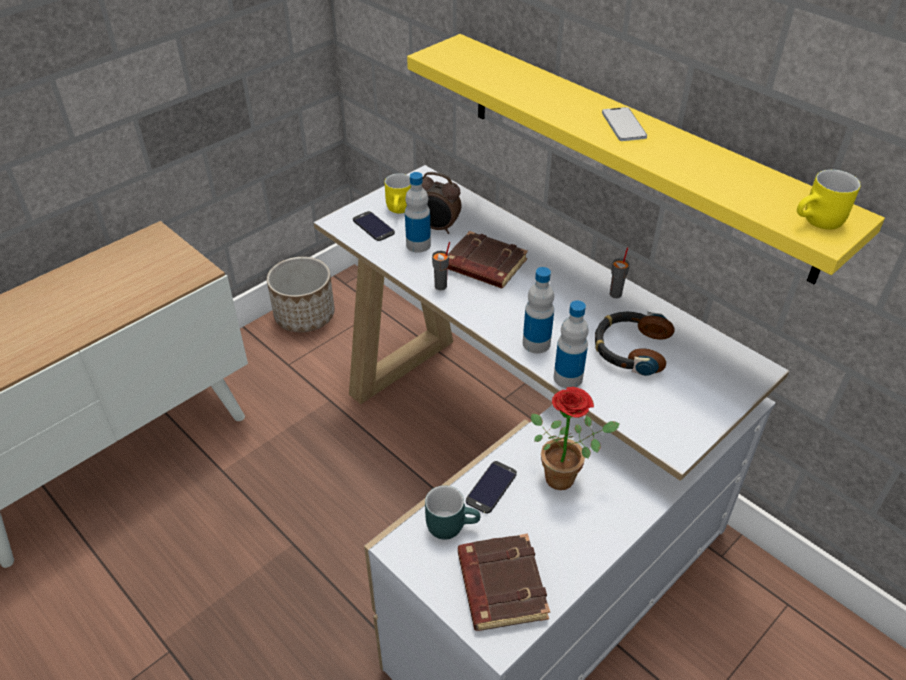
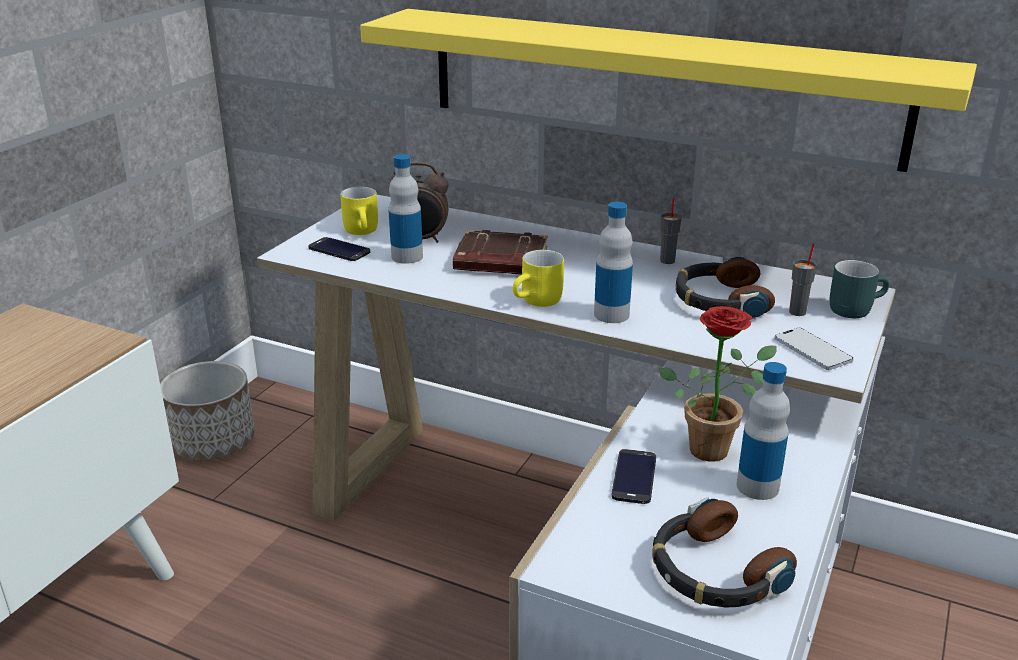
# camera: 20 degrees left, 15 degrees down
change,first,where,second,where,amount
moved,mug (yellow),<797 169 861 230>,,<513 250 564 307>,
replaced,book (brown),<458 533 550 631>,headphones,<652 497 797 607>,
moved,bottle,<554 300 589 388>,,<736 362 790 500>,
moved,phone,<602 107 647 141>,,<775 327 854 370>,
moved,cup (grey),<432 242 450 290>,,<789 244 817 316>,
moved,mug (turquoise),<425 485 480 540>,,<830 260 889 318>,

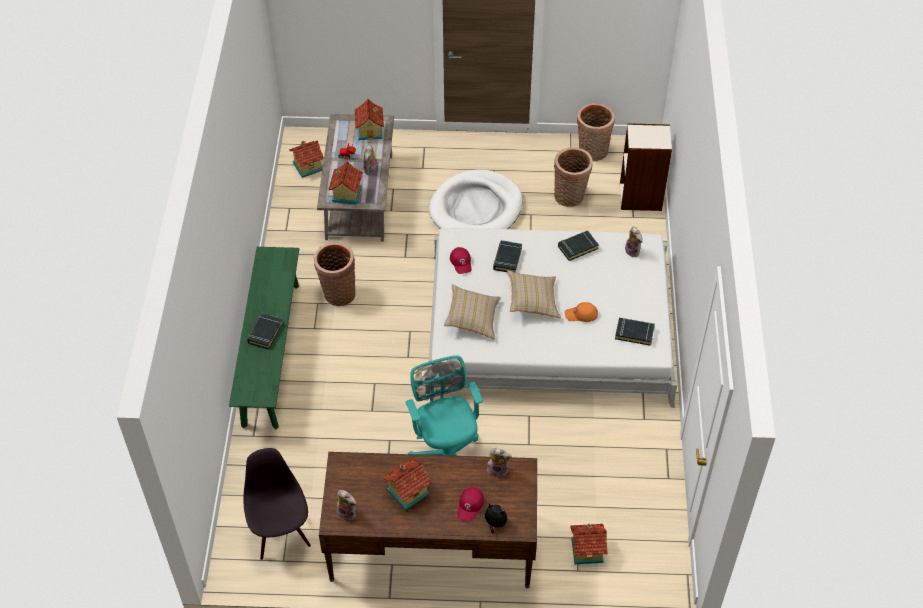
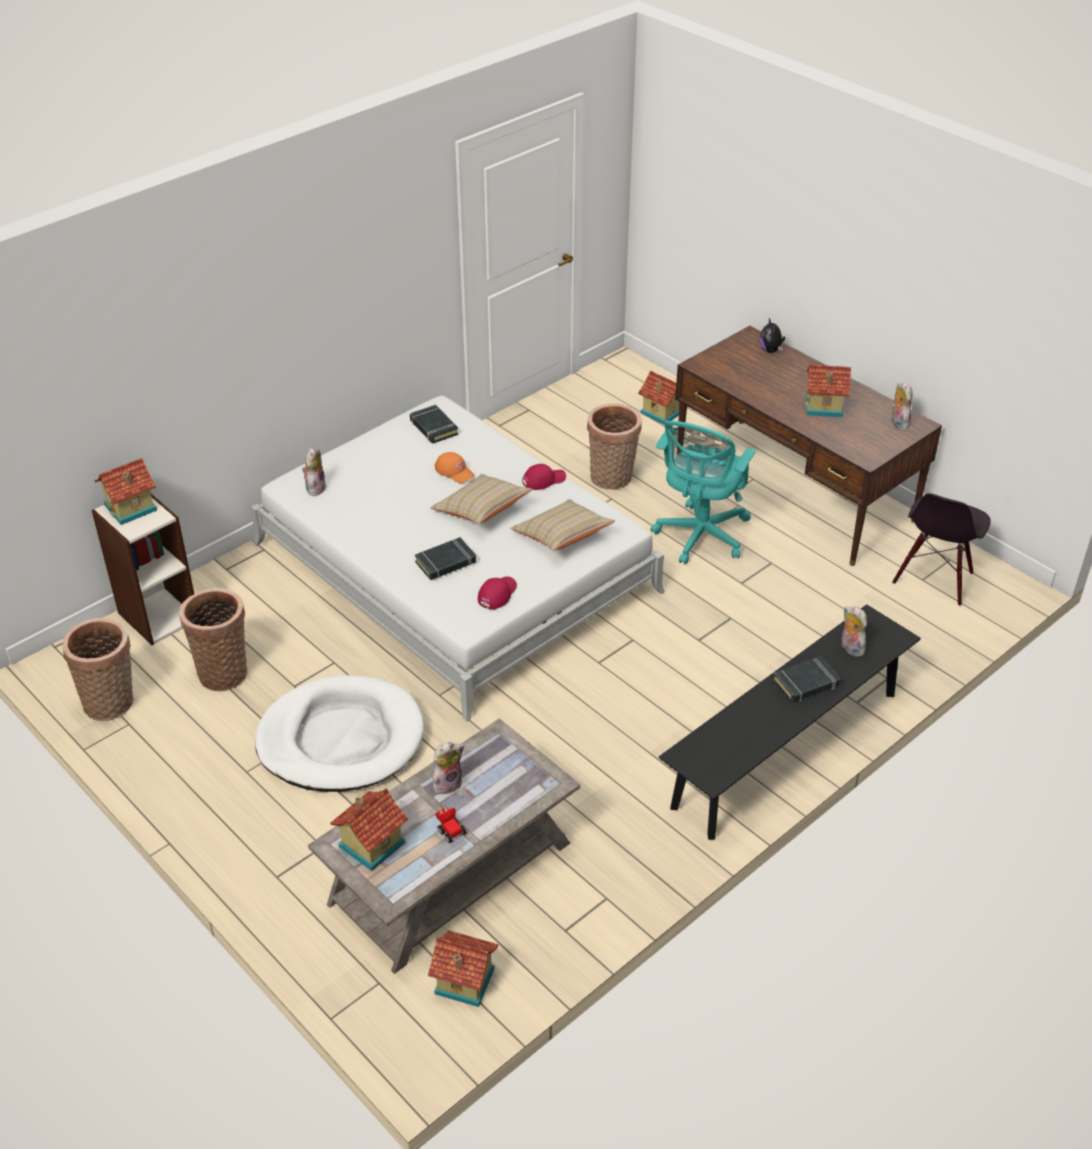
# camera: 135 degrees left, 10 degrees down
change,first,where,second,where,amount
moved,toy house,<328 161 363 205>,,<94 458 157 525>,
moved,cap (red),<457 487 484 522>,,<522 464 566 490>,
moved,basket,<314 242 356 306>,,<587 404 642 490>,
recoloured,bench (green),<229 247 299 429>,bench (black),<659 604 921 840>,
moved,plush toy,<487 448 512 478>,,<841 606 868 657>,
removed,book (black),<558 230 599 261>,,,

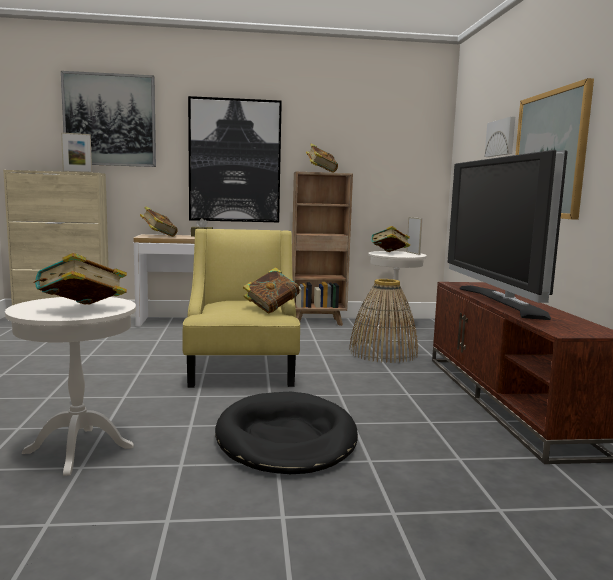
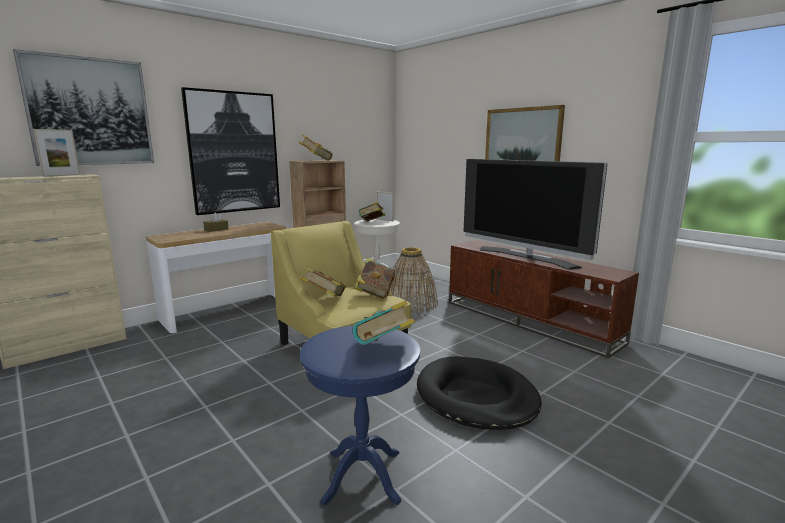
# camera: 35 degrees left, 5 degrees up
change,first,where,second,where,amount
moved,book,<140 206 178 237>,,<300 266 346 296>,
recoloured,side table (white),<5 297 136 476>,side table (blue),<300 325 420 505>,
removed,picture,<485 117 515 157>,,,

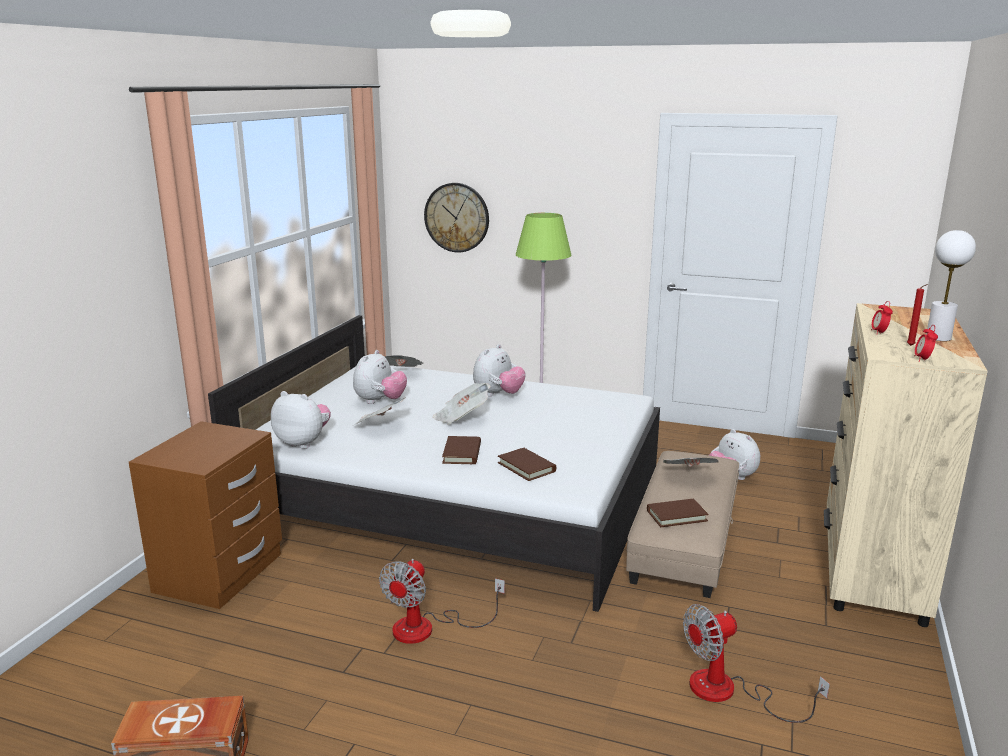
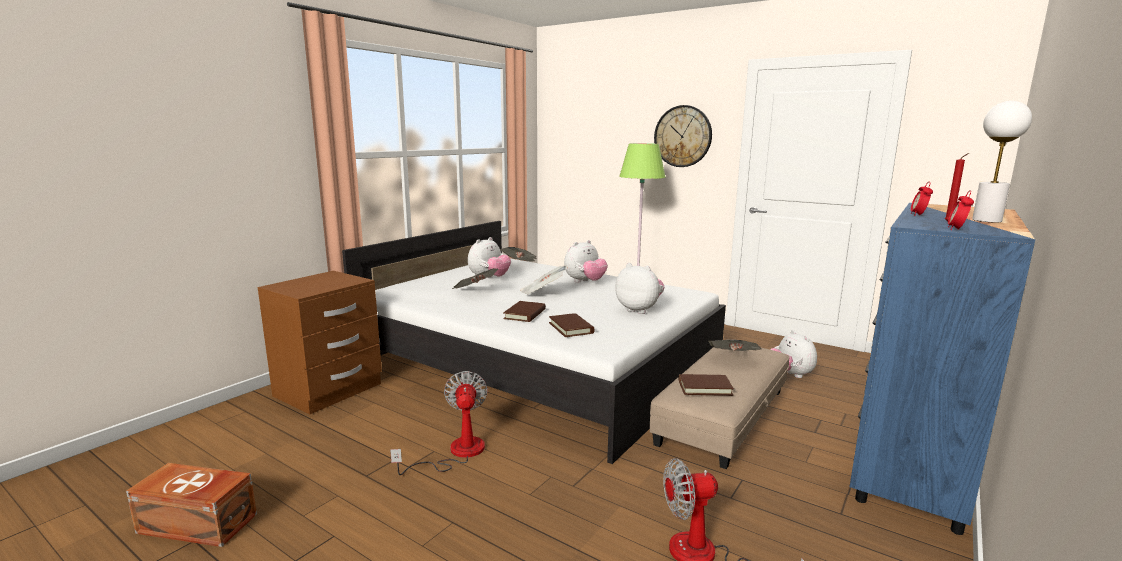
# camera: 15 degrees right, 5 degrees down
change,first,where,second,where,amount
turned,fan,<379 559 505 644>,,<390 371 488 475>,135 degrees clockwise
moved,plush toy,<271 391 331 449>,,<615 263 665 314>,
moved,wall clock,<424 183 489 252>,,<654 105 712 167>,
recoloured,dresser (beige),<824 303 988 627>,dresser (blue),<850 203 1035 535>,

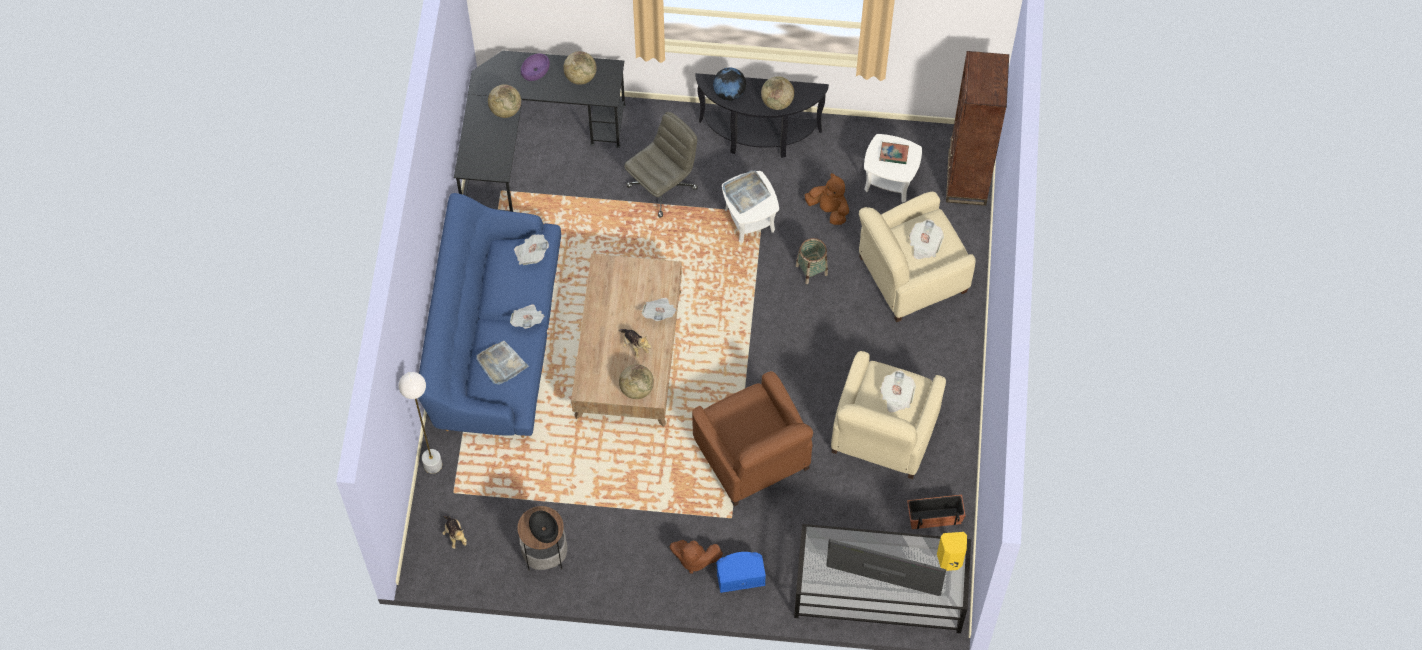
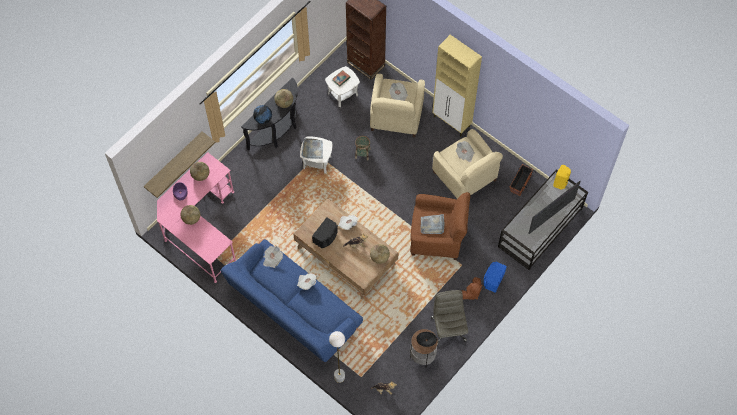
# camera: 55 degrees left, 0 degrees up
change,first,where,second,where,amount
added,,,shelf,<144 131 215 198>,
recoloured,desk (black),<454 51 626 212>,desk (pink),<157 152 236 283>,
added,,,speaker (black),<312 217 338 248>,
moved,tray (grey),<476 340 529 385>,,<421 214 445 234>,
moved,office chair (grey),<624 112 698 218>,,<431 290 468 345>,
added,,,cabinet (beige),<432 35 482 136>,
removed,plush toy (brown),<805 173 849 225>,,,

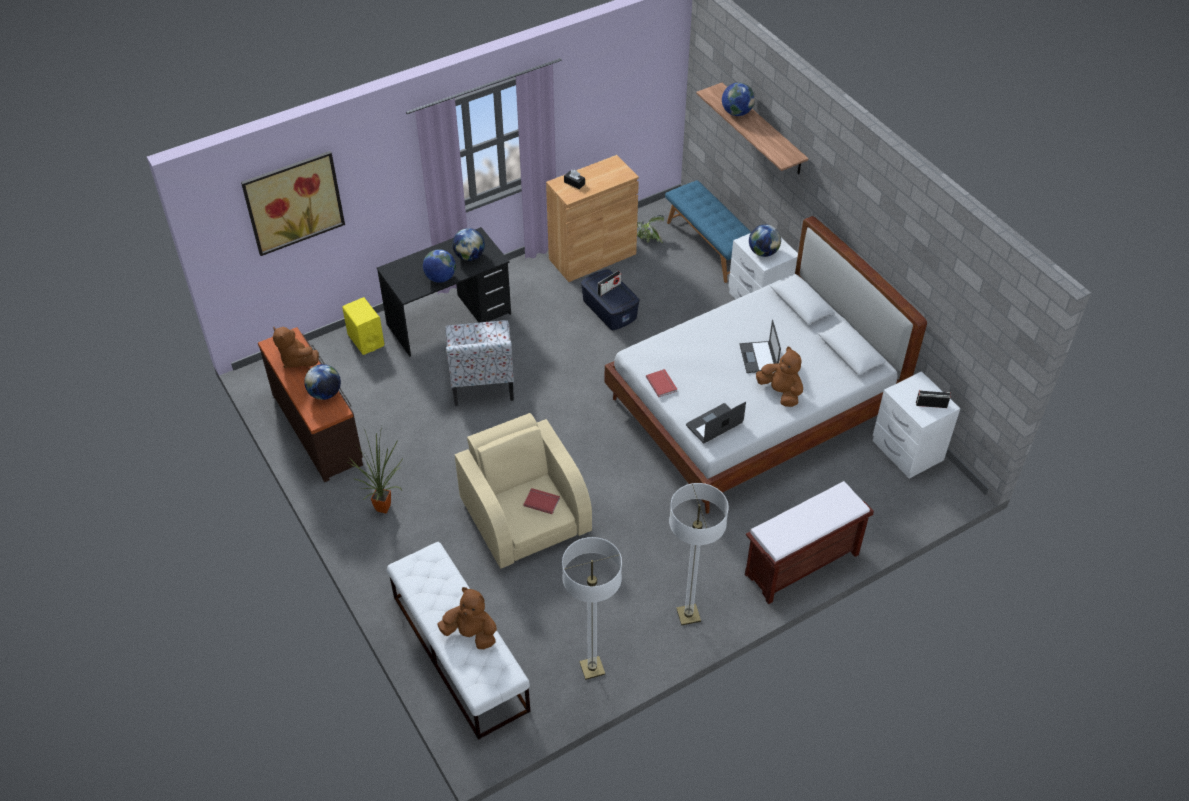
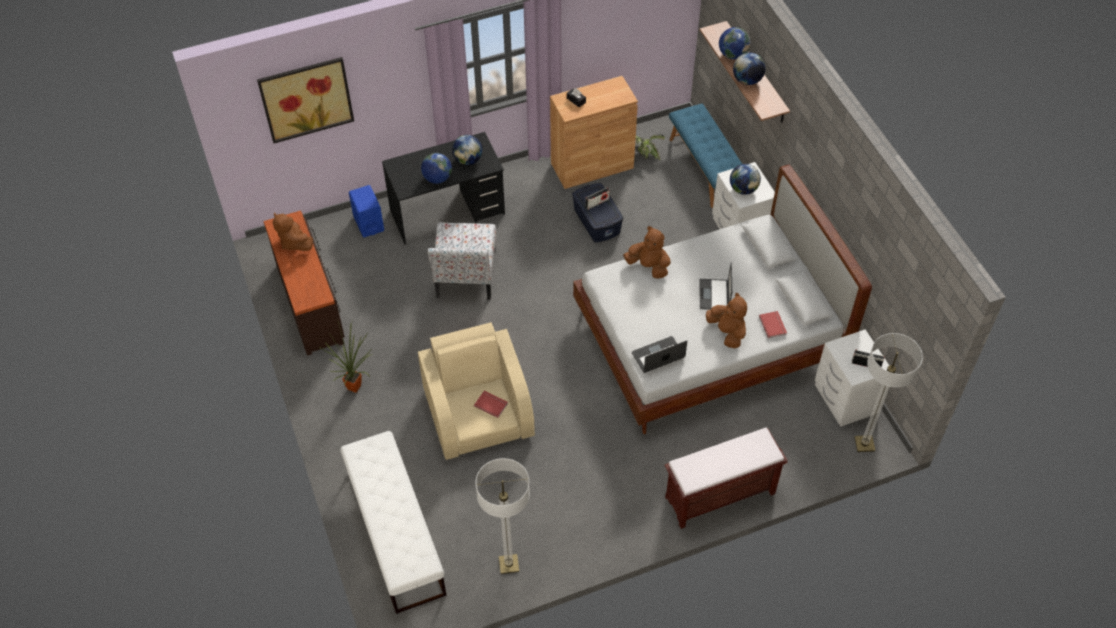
# camera: 10 degrees right, 5 degrees up
change,first,where,second,where,amount
recoloured,speaker (yellow),<342 297 384 355>,speaker (blue),<349 185 384 237>,
moved,plush toy (brown),<437 587 497 649>,,<623 226 671 279>,
moved,globe,<304 364 341 400>,,<733 52 766 85>,
moved,book (red),<646 369 677 397>,,<759 311 787 338>,
moved,floor lamp,<669 483 729 626>,,<854 333 923 452>,

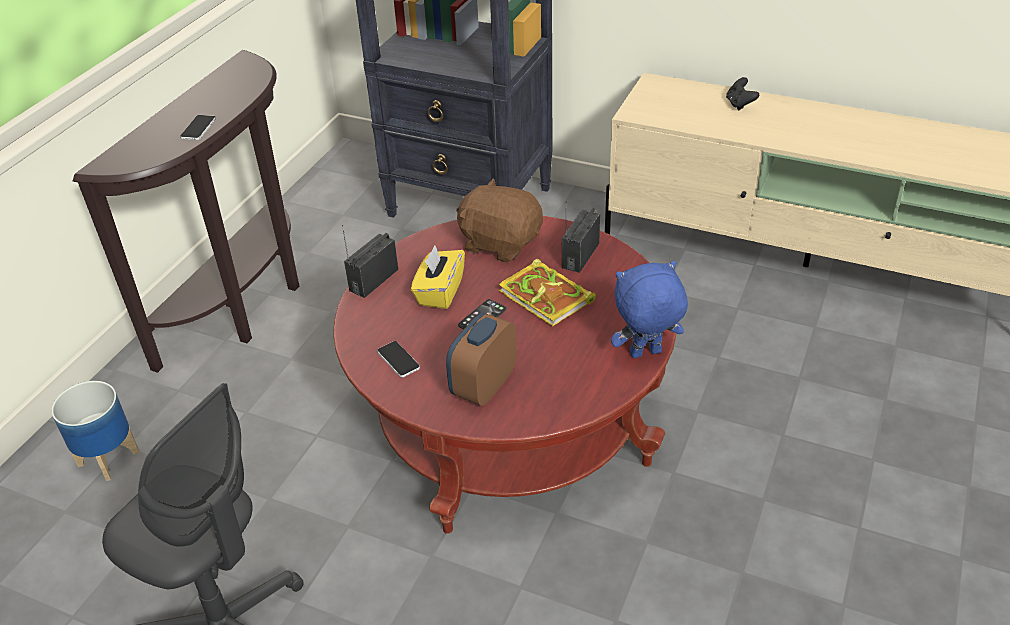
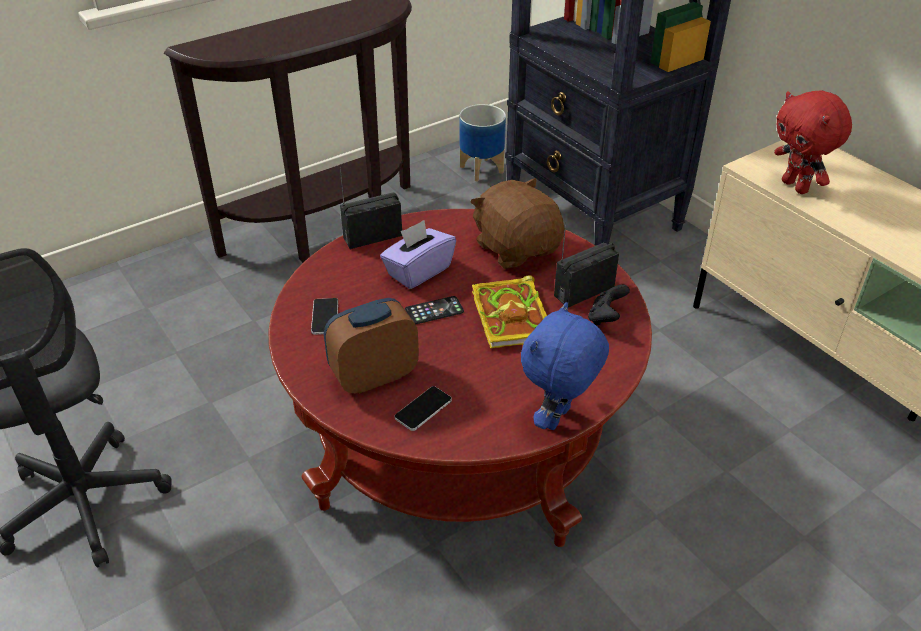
# camera: 30 degrees right, 0 degrees up
change,first,where,second,where,amount
recoloured,tissue box (yellow),<411 246 465 309>,tissue box (purple),<380 220 456 289>,
moved,phone,<180 115 216 140>,,<395 386 452 431>,
moved,planter,<51 381 139 481>,,<460 104 506 182>,
turned,plush toy (blue),<611 261 688 358>,,<521 302 609 430>,75 degrees counterclockwise
moved,game controller (black),<726 77 759 110>,,<588 285 630 325>,
added,,,plush toy (red),<774 90 852 194>,

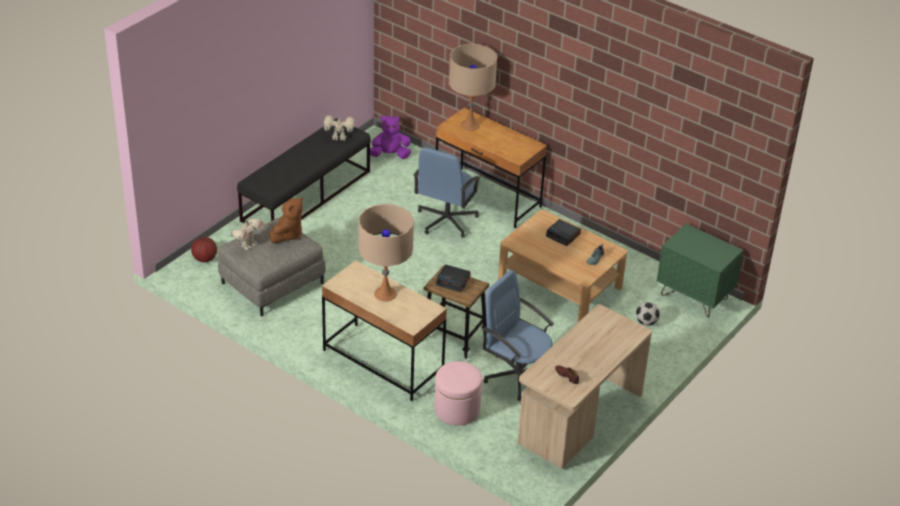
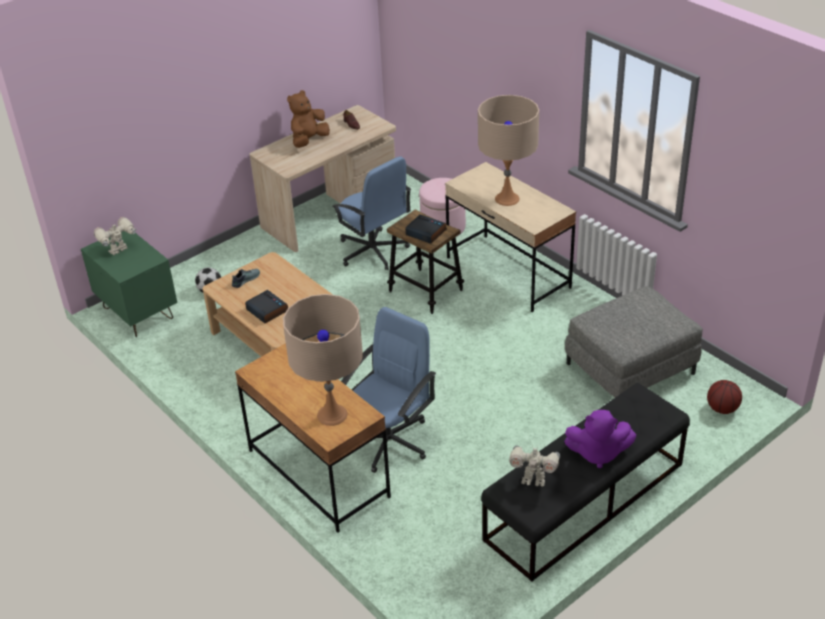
# camera: 165 degrees left, 0 degrees up
change,first,where,second,where,amount
moved,toy robot,<230 218 264 250>,,<94 217 136 255>,
moved,plush toy (brown),<269 197 303 243>,,<287 90 330 148>,
moved,plush toy (purple),<370 115 411 159>,,<564 410 636 468>,

